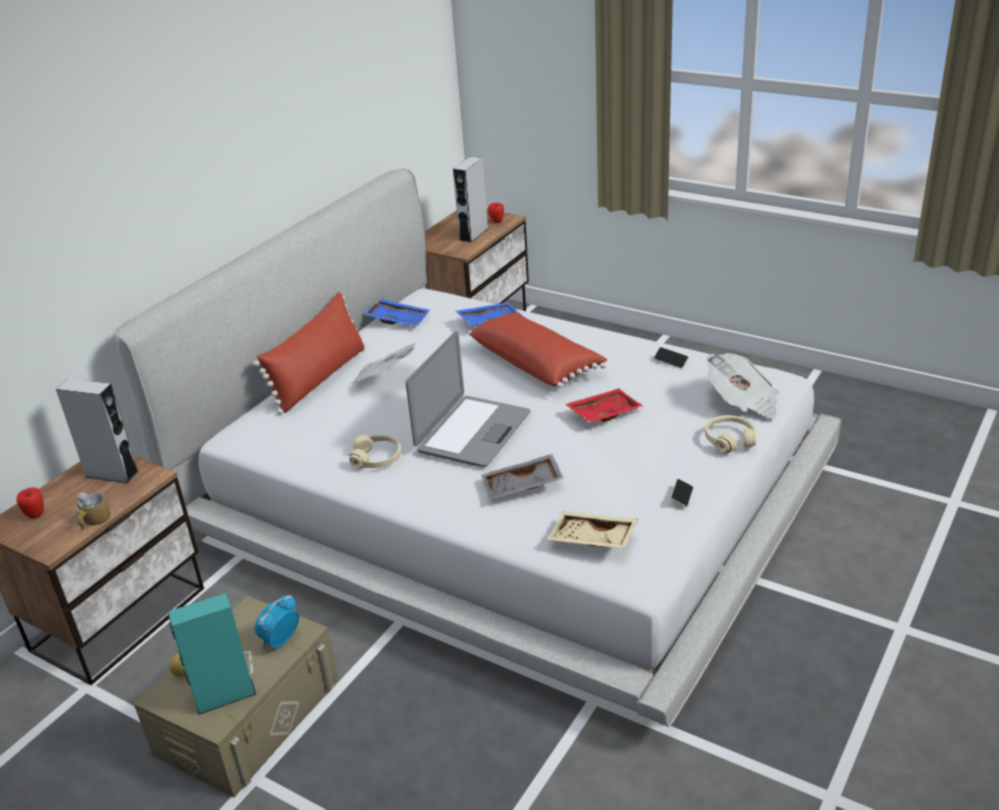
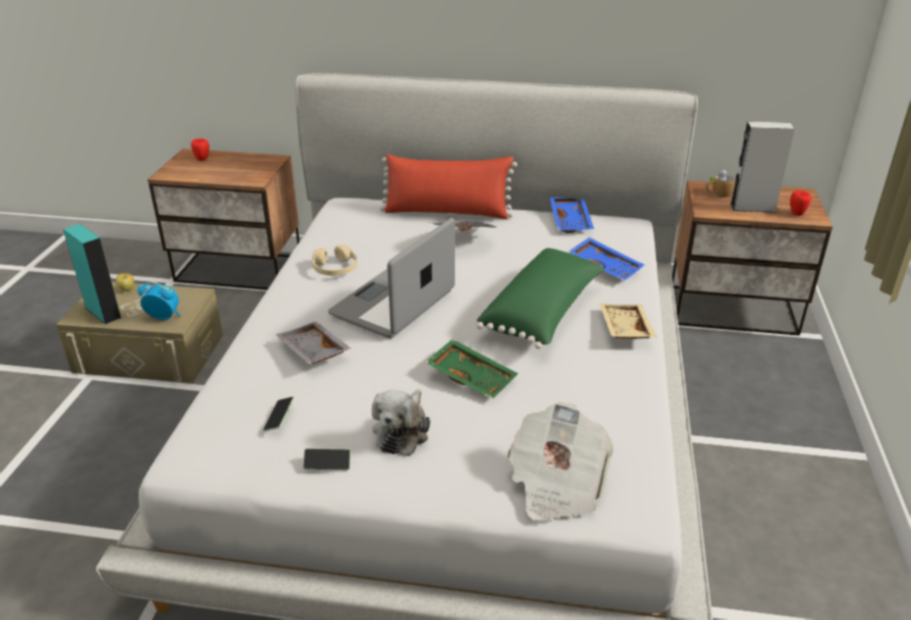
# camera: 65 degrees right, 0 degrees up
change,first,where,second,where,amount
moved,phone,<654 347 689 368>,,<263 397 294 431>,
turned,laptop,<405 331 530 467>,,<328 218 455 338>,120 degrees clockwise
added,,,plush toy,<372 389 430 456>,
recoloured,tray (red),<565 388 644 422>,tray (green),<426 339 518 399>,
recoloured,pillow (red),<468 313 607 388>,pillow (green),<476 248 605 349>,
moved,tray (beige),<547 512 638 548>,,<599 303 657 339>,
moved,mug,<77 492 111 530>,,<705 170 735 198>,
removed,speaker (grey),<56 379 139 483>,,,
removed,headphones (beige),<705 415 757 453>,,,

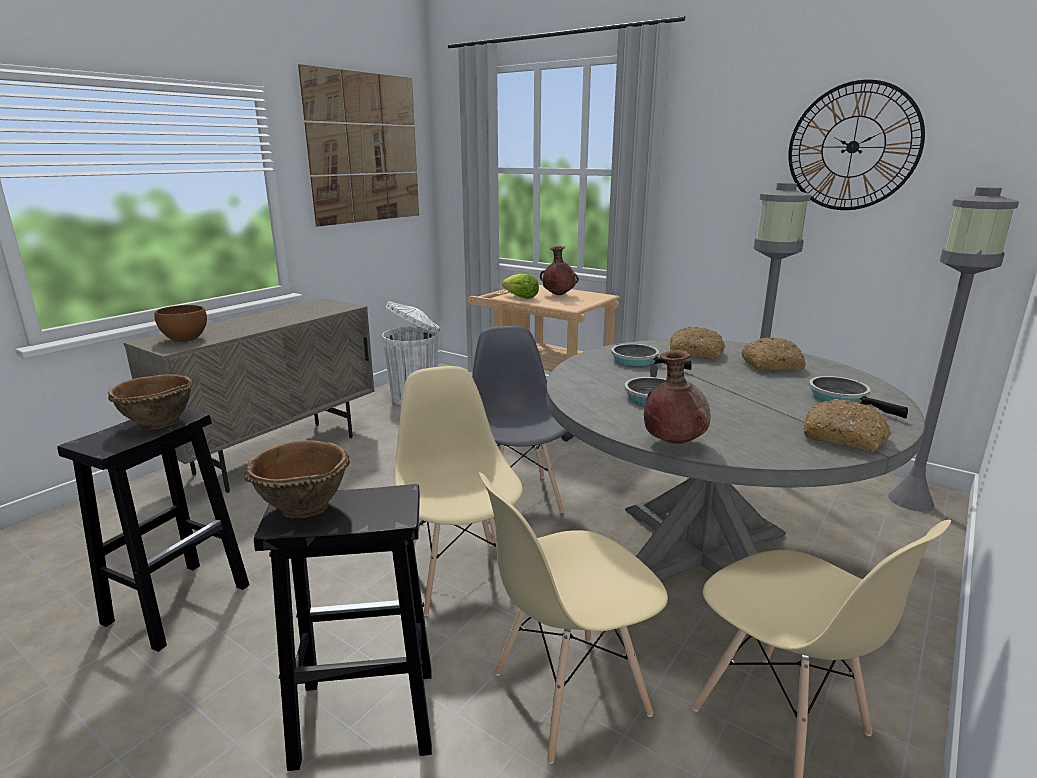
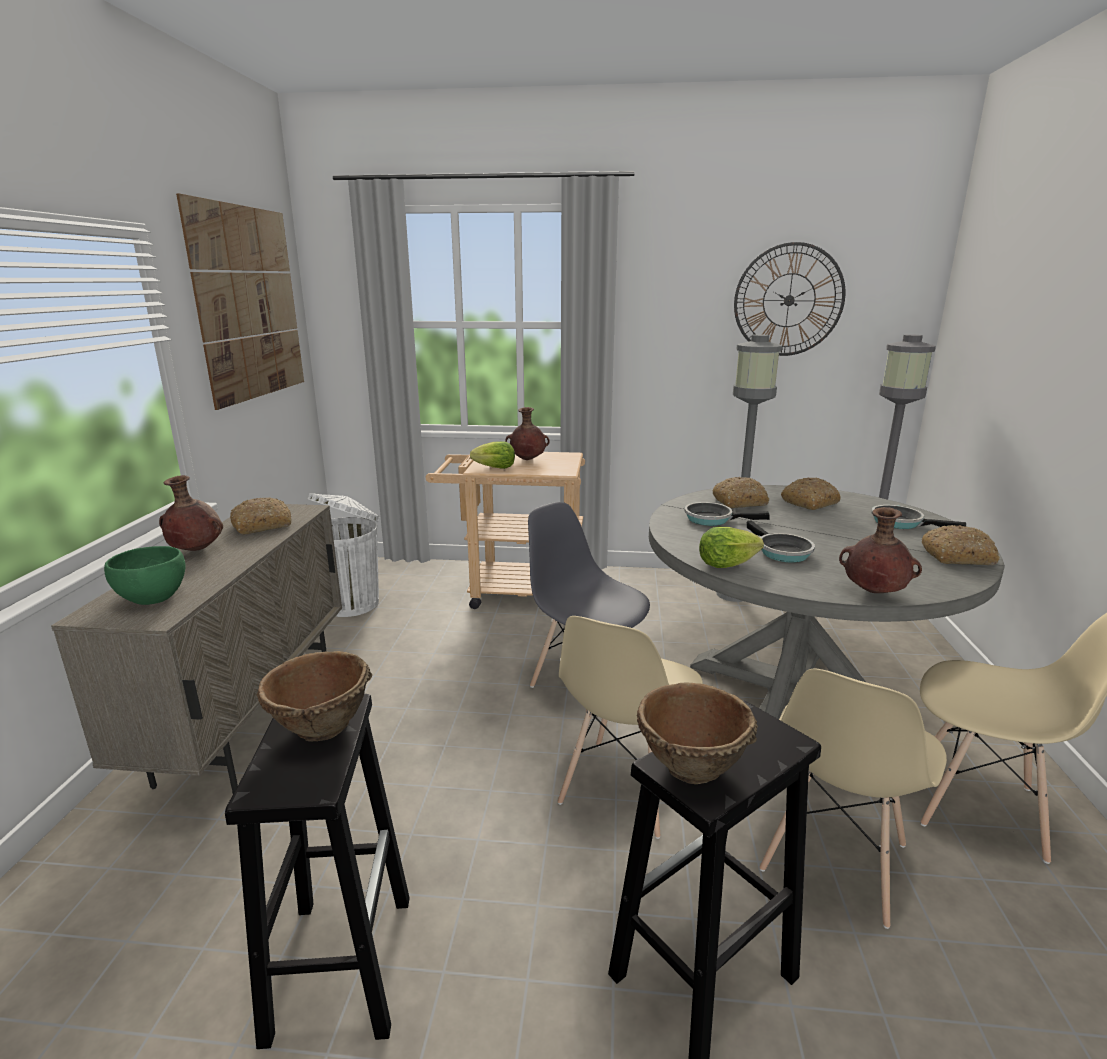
# camera: 30 degrees left, 0 degrees up
change,first,where,second,where,amount
recoloured,bowl (brown),<154 305 207 342>,bowl (green),<104 546 186 605>,
added,,,vase (brown),<159 475 223 551>,
added,,,bread,<230 497 291 534>,
turned,chair (beige),<395 366 523 617>,,<558 616 703 839>,105 degrees counterclockwise
added,,,lettuce,<699 527 764 568>,

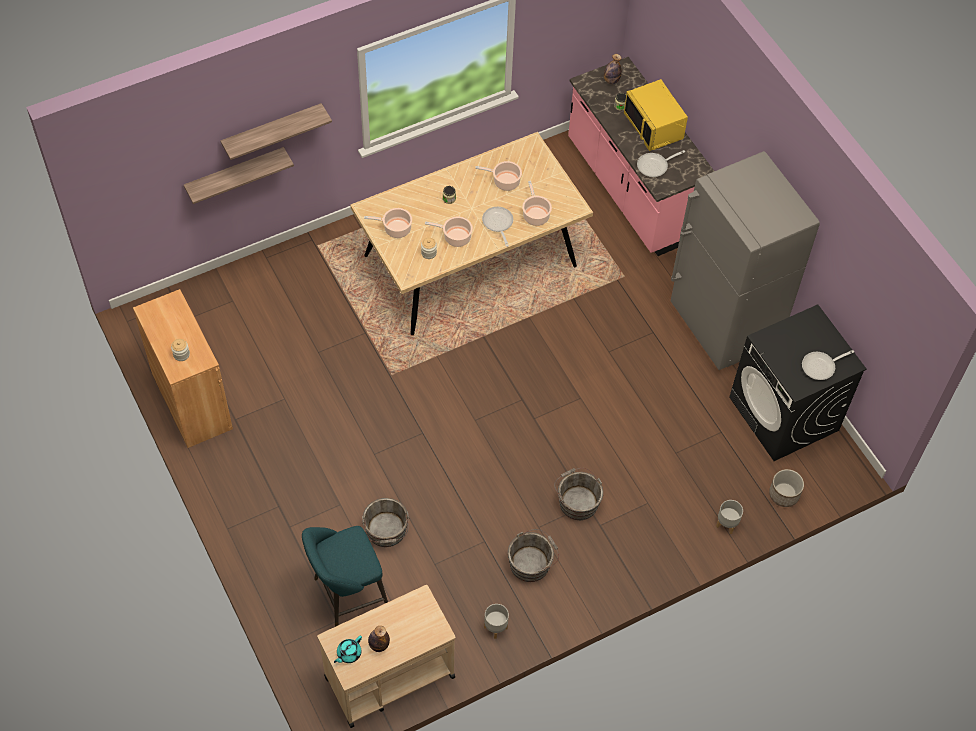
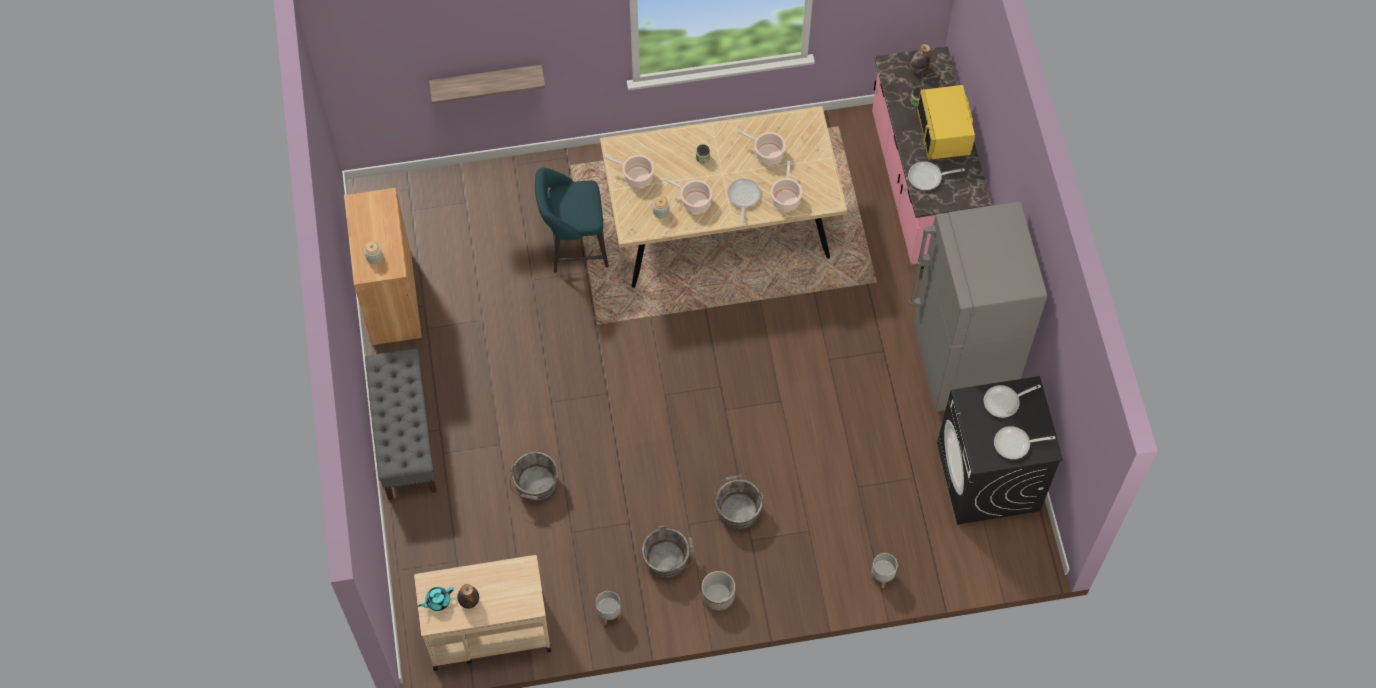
# camera: 20 degrees right, 5 degrees up
change,first,where,second,where,amount
added,,,bench (grey),<365 349 437 500>,
moved,stool (turquoise),<302 526 388 627>,,<535 168 609 273>,
moved,planter,<769 469 804 507>,,<701 571 735 611>,
added,,,frying pan,<984 384 1041 418>,
removed,shelf,<220 103 332 160>,,,

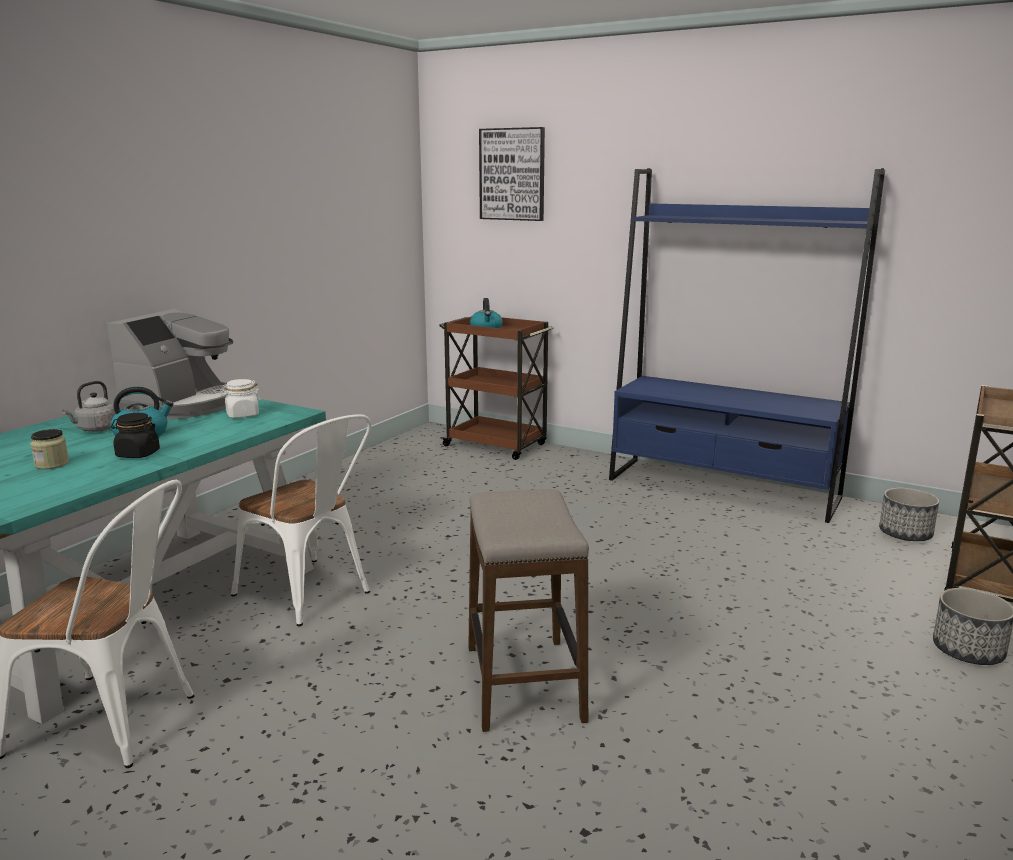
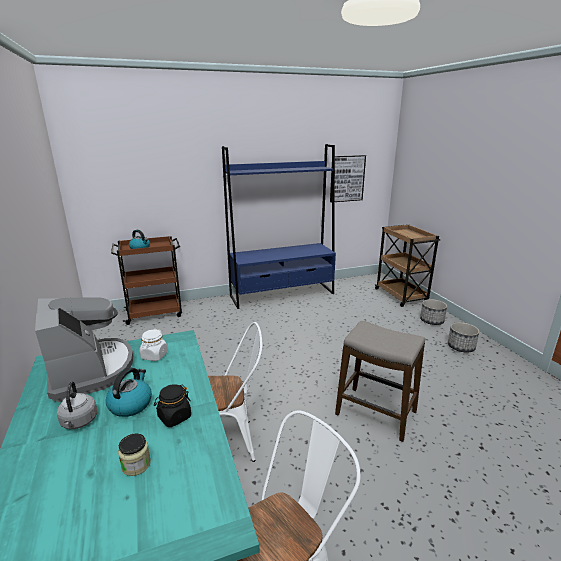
# camera: 50 degrees left, 5 degrees up
change,first,where,second,where,amount
moved,picture,<479 127 545 221>,,<330 155 366 203>,
moved,planter,<879 488 939 541>,,<448 322 480 353>,

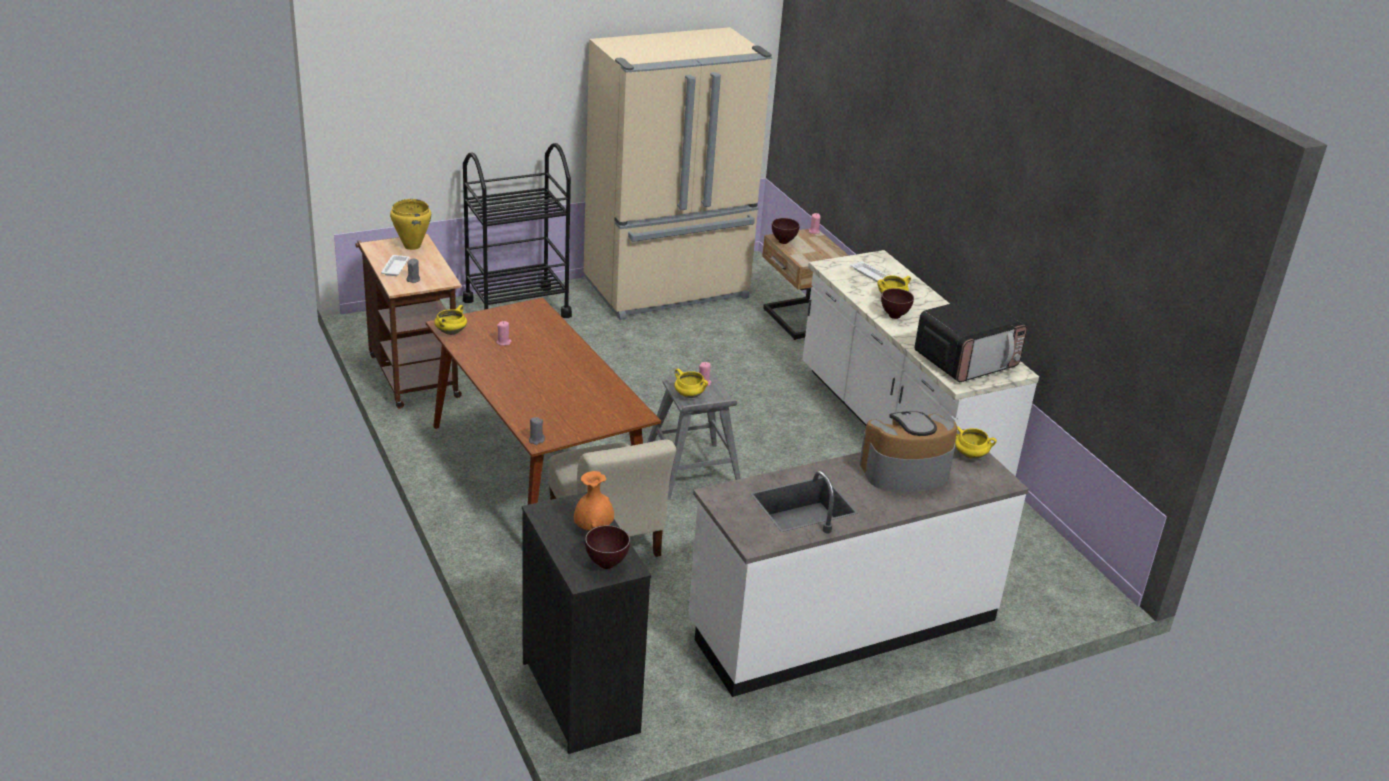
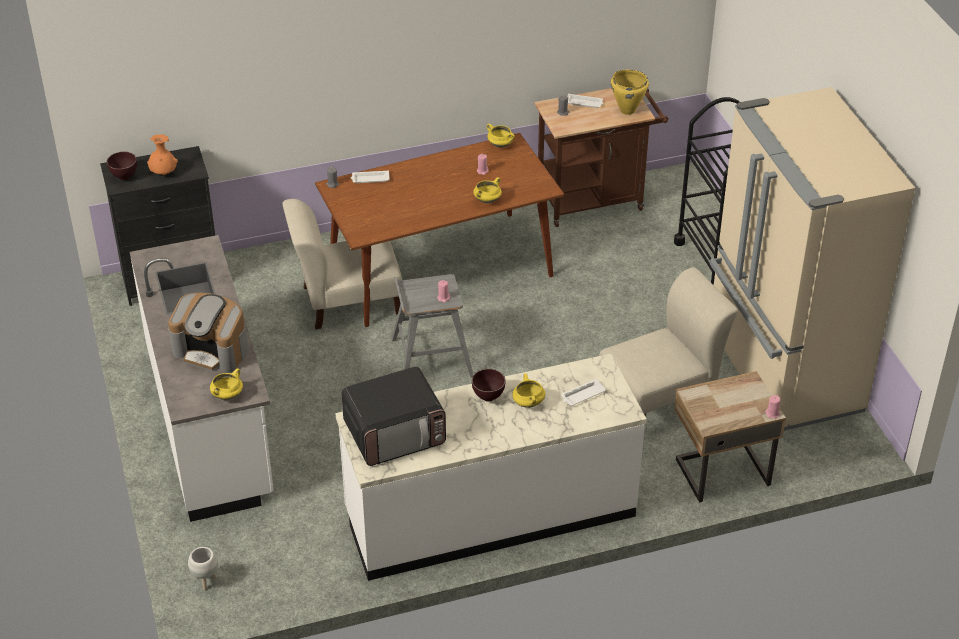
# camera: 100 degrees right, 10 degrees up
change,first,where,second,where,amount
turned,coffee machine,<859 411 957 492>,,<168 293 249 373>,120 degrees clockwise
added,,,planter (white),<188 547 218 591>,
turned,microwave,<915 296 1027 382>,,<341 367 446 466>,90 degrees counterclockwise
added,,,tray (white),<351 170 390 183>,
moved,cooking pot (yellow),<674 368 708 398>,,<473 177 502 203>,
added,,,chair (beige),<599 267 738 416>,
removed,bowl (brown),<772 218 800 244>,,,

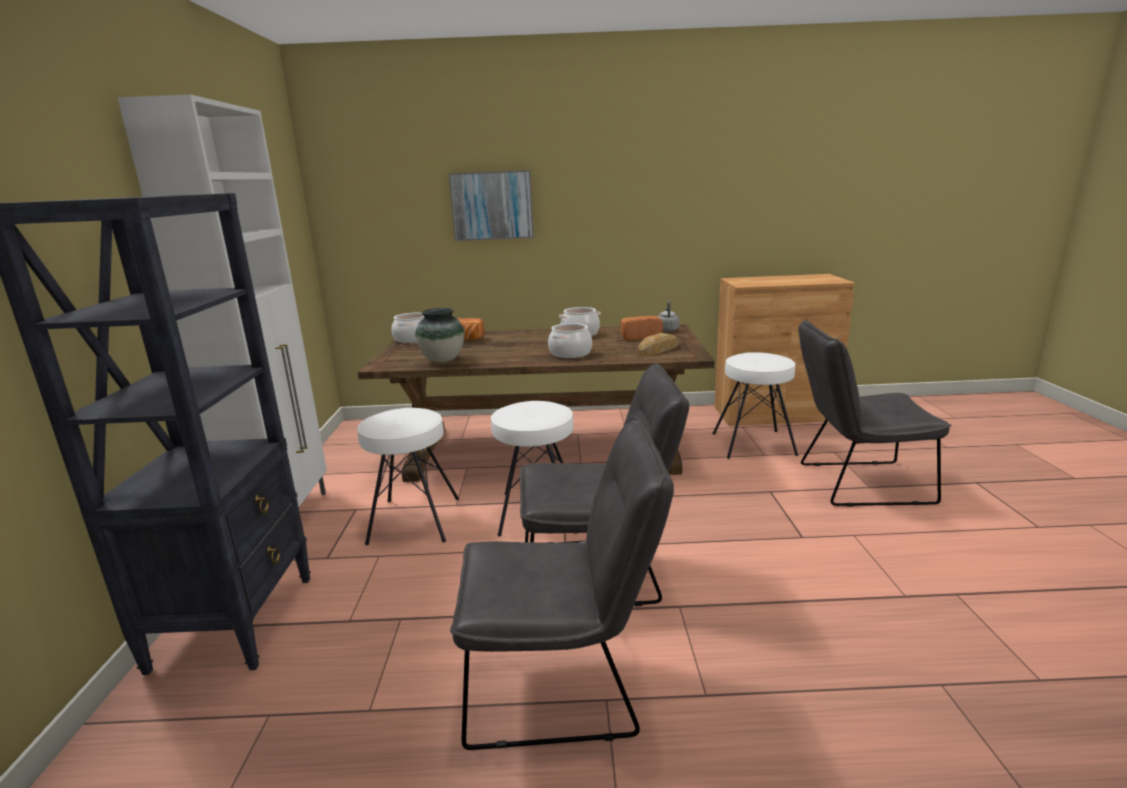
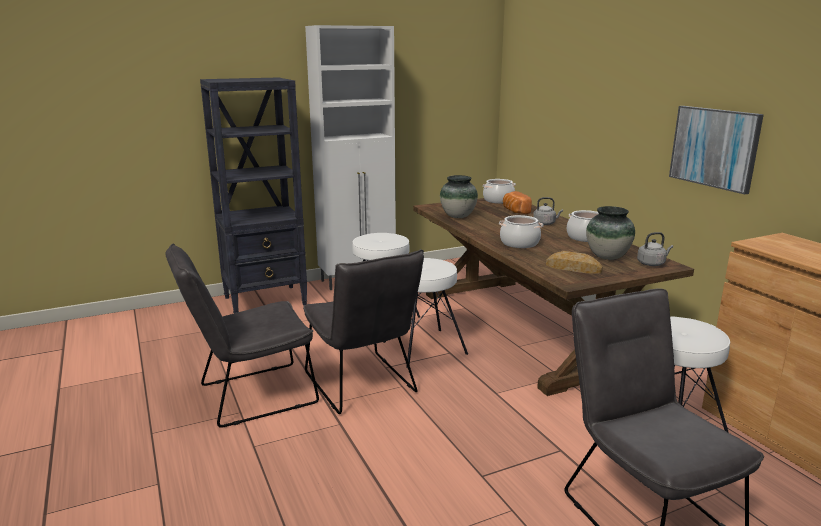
# camera: 65 degrees right, 0 degrees up
change,first,where,second,where,amount
turned,chair (grey),<450 418 674 750>,,<166 244 319 428>,90 degrees clockwise
added,,,kettle (grey),<533 197 563 225>,
replaced,bread,<620 316 663 340>,vase,<586 206 635 260>,
moved,picture,<449 170 534 241>,,<669 106 764 195>,

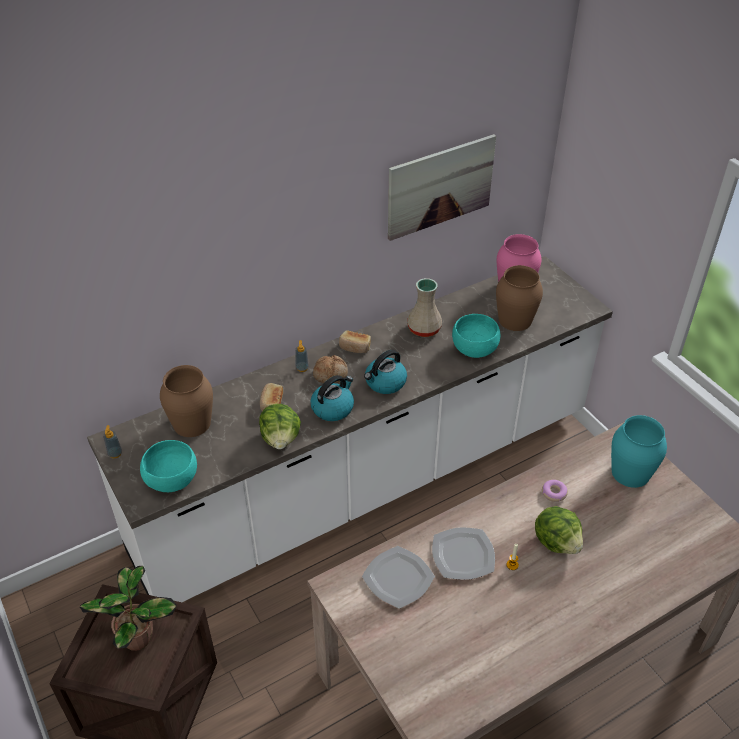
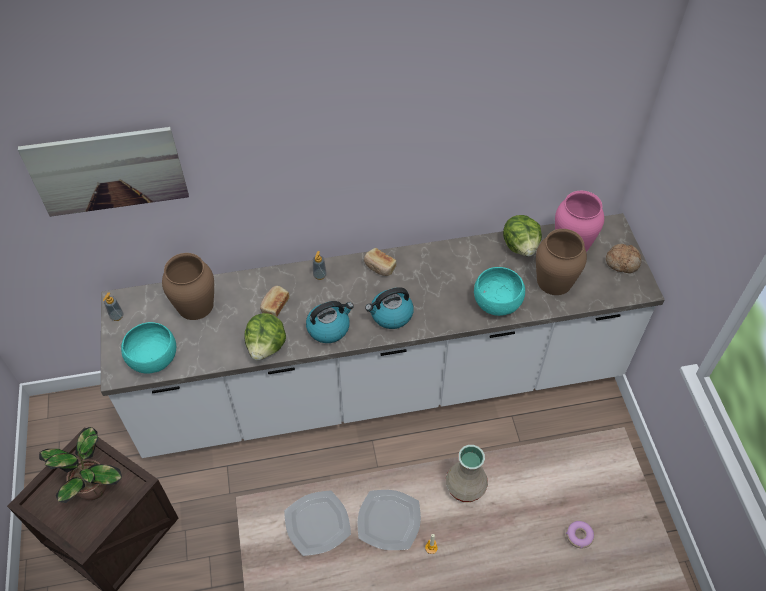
# camera: 20 degrees right, 10 degrees up
change,first,where,second,where,amount
moved,picture,<388 134 496 241>,,<18 127 189 217>,
moved,vase (beige),<407 278 442 337>,,<446 445 488 502>,
moved,lettuce,<535 506 583 554>,,<503 215 542 256>,
moved,donut,<542 480 568 502>,,<566 521 594 548>,
moved,bread,<313 355 348 383>,,<606 244 641 273>,
removed,vase (turquoise),<611 415 667 488>,,,

